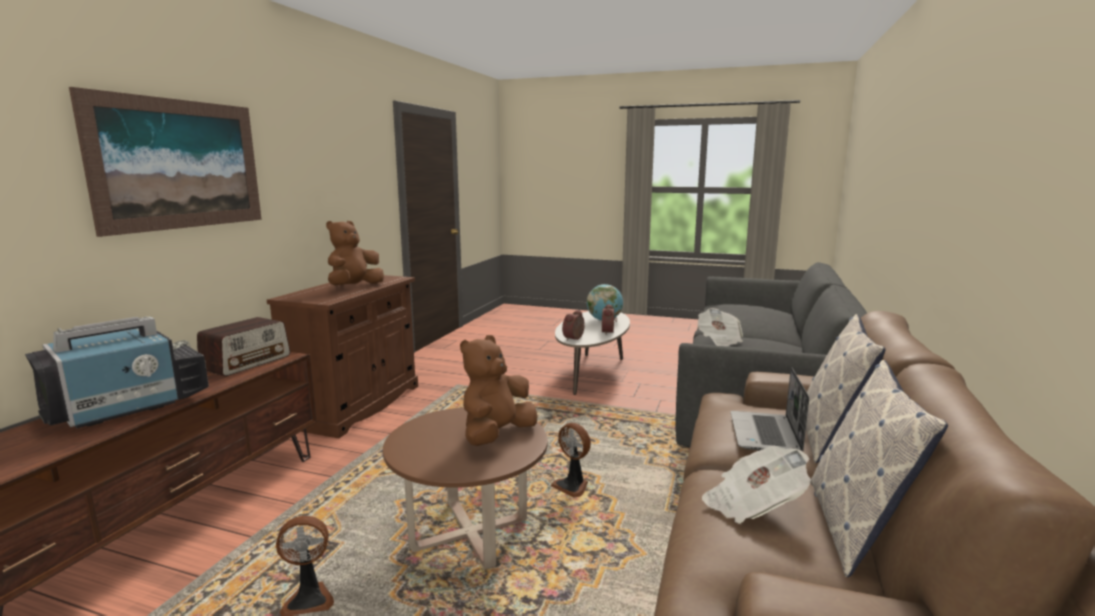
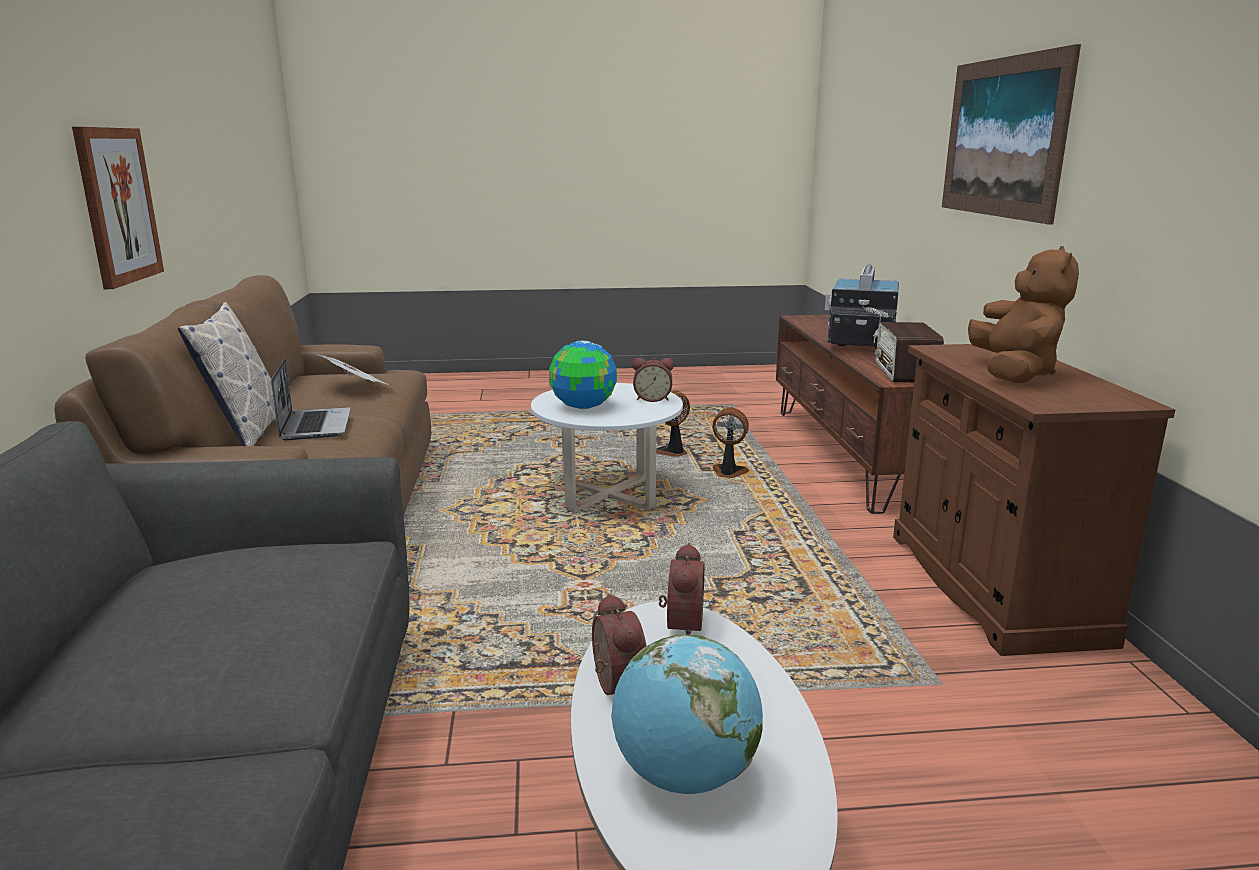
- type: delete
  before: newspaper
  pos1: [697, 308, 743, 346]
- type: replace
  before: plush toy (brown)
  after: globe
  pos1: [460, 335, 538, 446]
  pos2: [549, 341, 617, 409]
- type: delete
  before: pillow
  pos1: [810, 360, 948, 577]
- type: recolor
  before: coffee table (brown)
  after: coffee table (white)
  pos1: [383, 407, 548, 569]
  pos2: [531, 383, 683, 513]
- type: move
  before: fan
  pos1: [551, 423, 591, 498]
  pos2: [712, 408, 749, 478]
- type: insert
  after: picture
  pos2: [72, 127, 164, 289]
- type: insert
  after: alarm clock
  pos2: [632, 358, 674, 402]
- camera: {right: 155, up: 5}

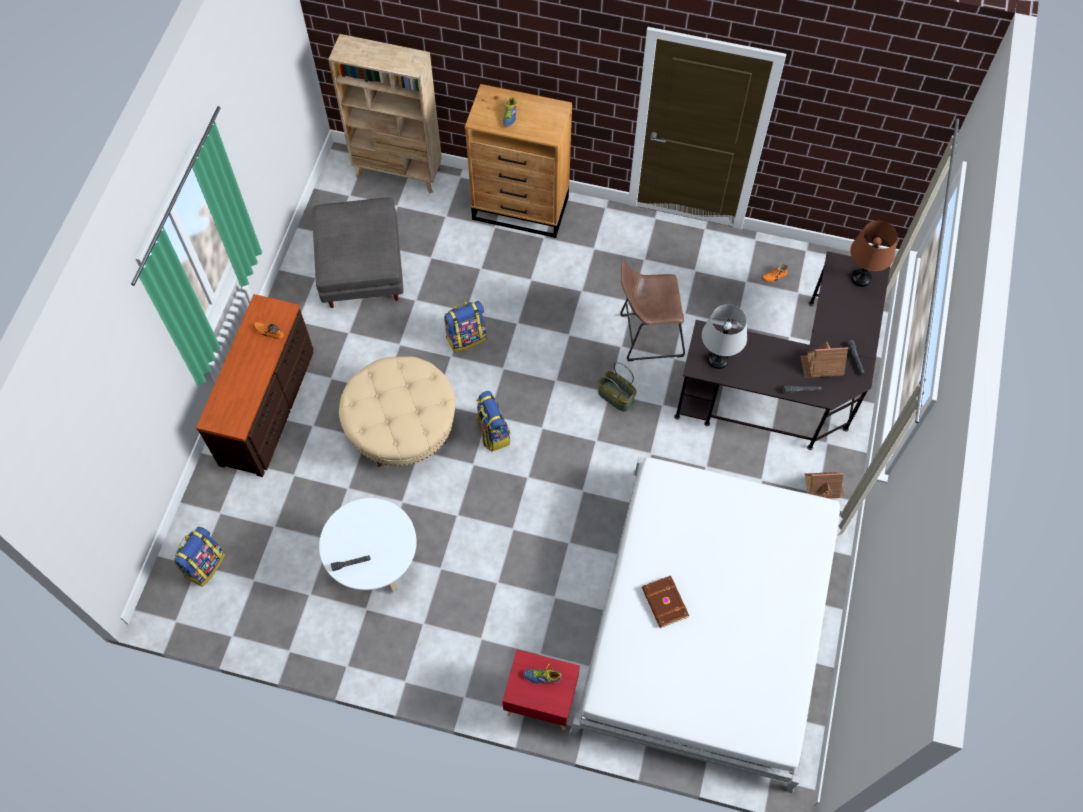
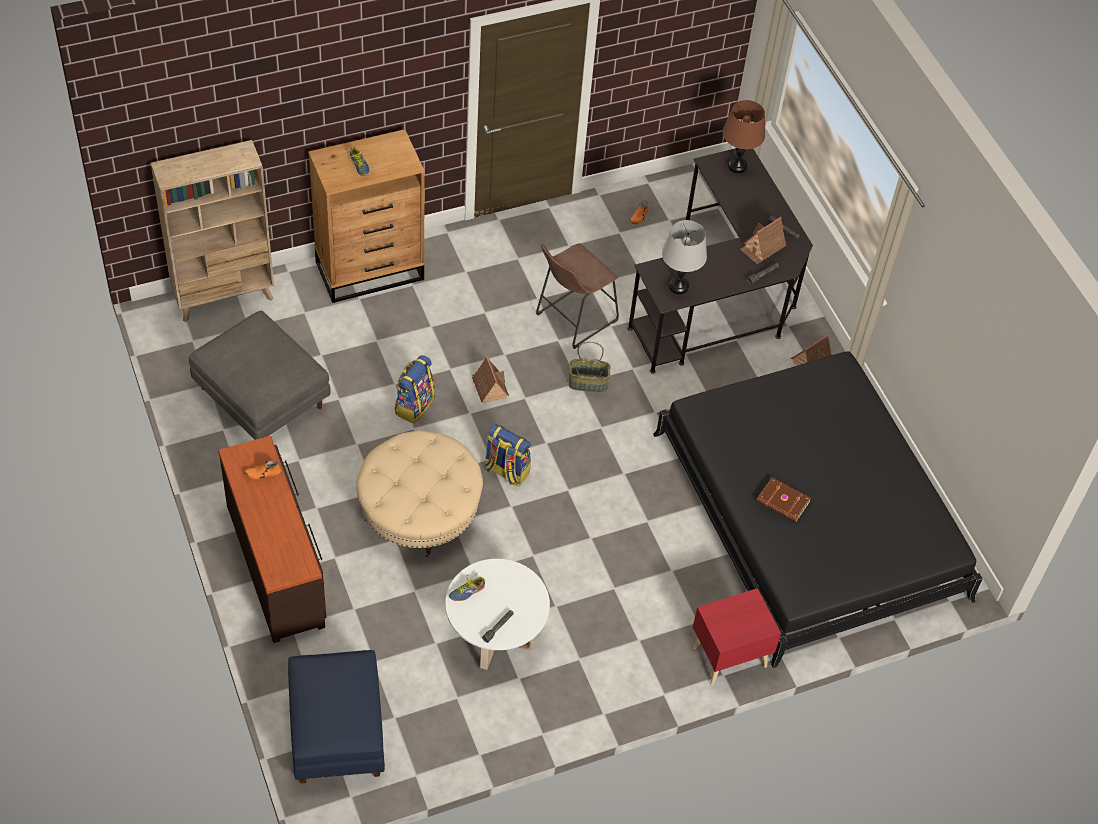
- type: recolor
  before: bed (white)
  after: bed (black)
  pos1: [569, 457, 843, 794]
  pos2: [653, 351, 983, 668]
- type: replace
  before: backpack
  after: ottoman (blue)
  pos1: [174, 527, 226, 587]
  pos2: [288, 650, 385, 783]
- type: move
  before: shoe
  pos1: [523, 664, 562, 684]
  pos2: [449, 575, 485, 601]
- type: insert
  after: toy house
  pos2: [472, 356, 509, 403]
- camera: {right: -40, up: -10}

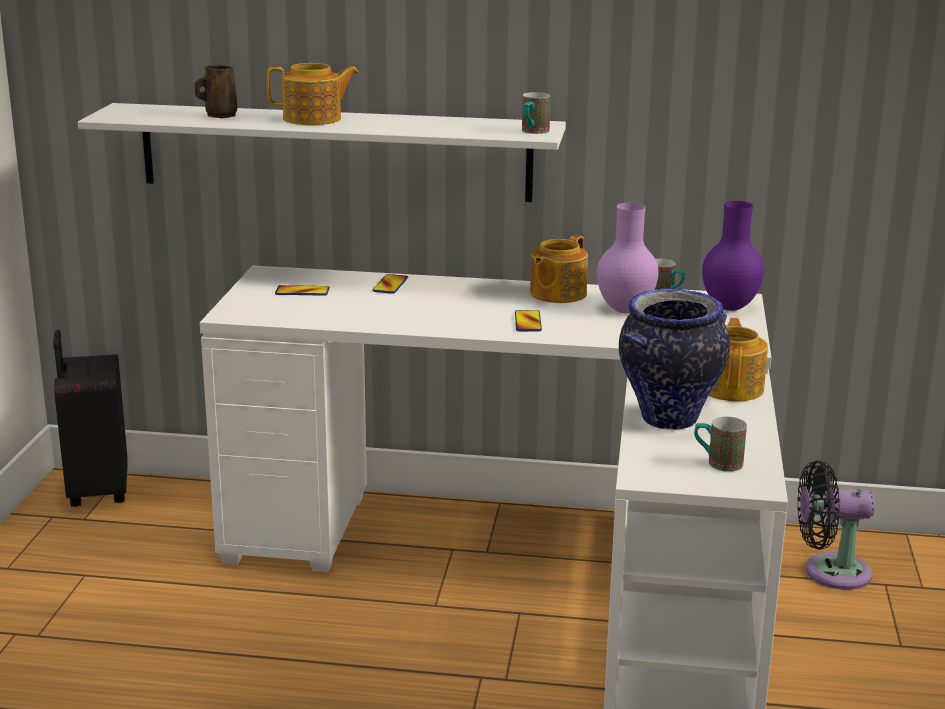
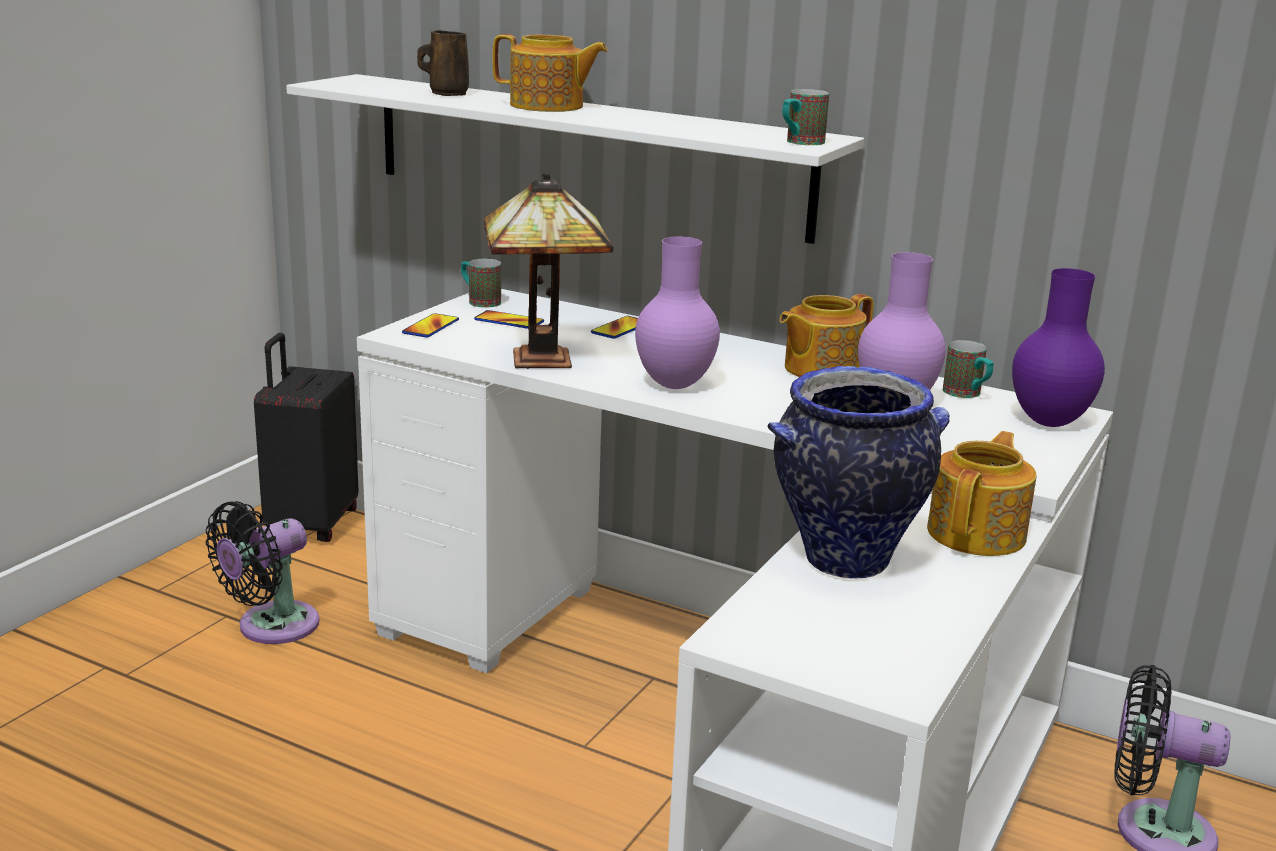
- type: move
  before: phone
  pos1: [515, 310, 542, 332]
  pos2: [402, 313, 459, 338]
- type: move
  before: mug
  pos1: [694, 417, 747, 472]
  pos2: [461, 259, 501, 308]
- type: insert
  after: table lamp
  pos2: [484, 172, 613, 369]
- type: insert
  after: vase (purple)
  pos2: [635, 237, 720, 389]
- type: insert
  after: fan (black)
  pos2: [206, 501, 320, 644]
- camera: {right: 20, up: 0}

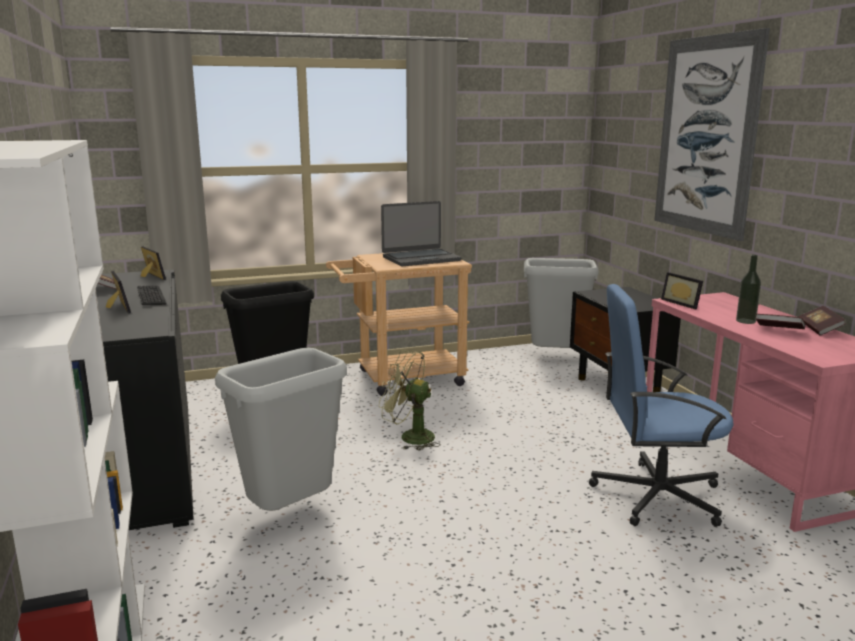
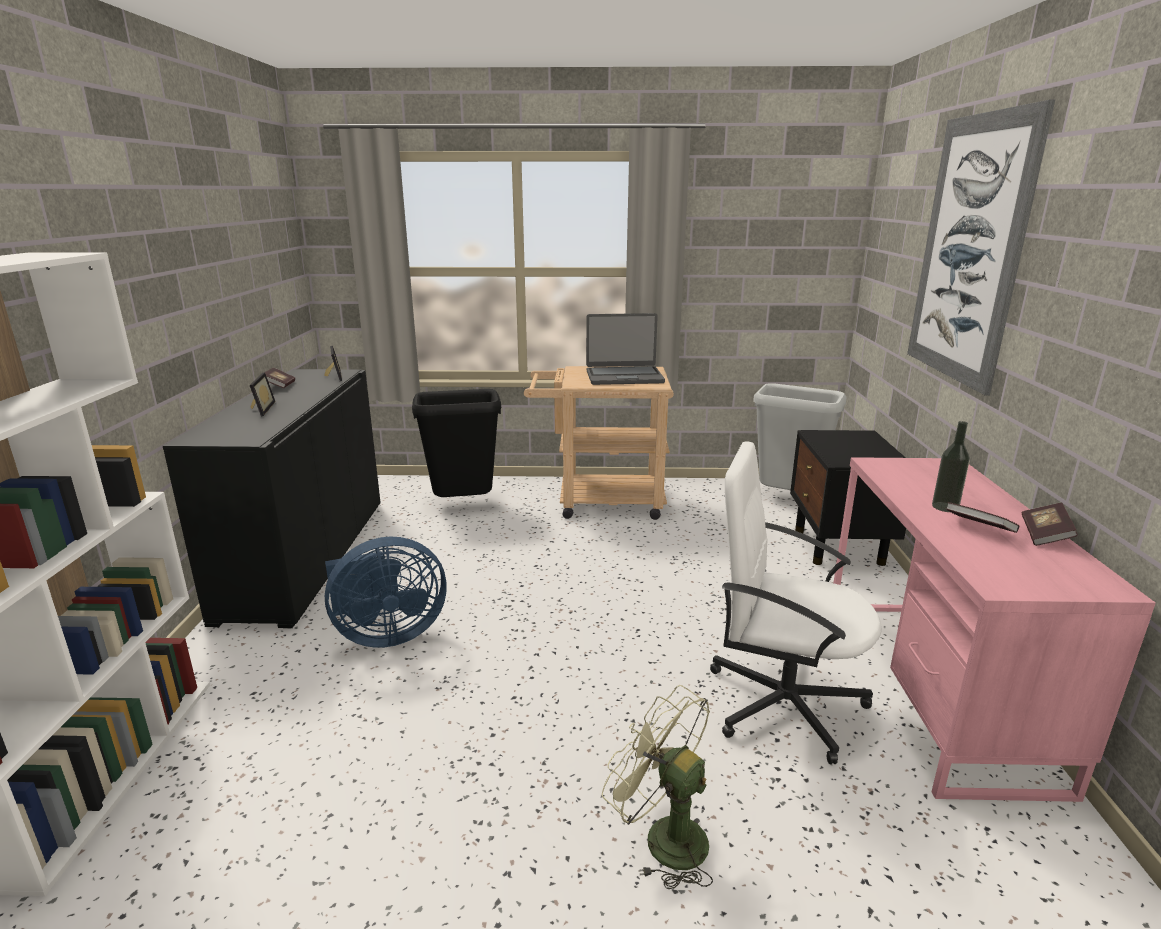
- type: delete
  before: picture frame
  pos1: [661, 272, 703, 310]
- type: recolor
  before: office chair (blue)
  after: office chair (white)
  pos1: [589, 284, 734, 527]
  pos2: [710, 442, 882, 764]
- type: delete
  before: keyboard
  pos1: [137, 286, 167, 305]
- type: replace
  before: trash can (grey)
  after: fan (blue)
  pos1: [215, 348, 347, 511]
  pos2: [325, 536, 447, 648]
- type: move
  before: fan (green)
  pos1: [379, 350, 440, 450]
  pos2: [602, 685, 713, 889]
- camera: {right: 20, up: 5}

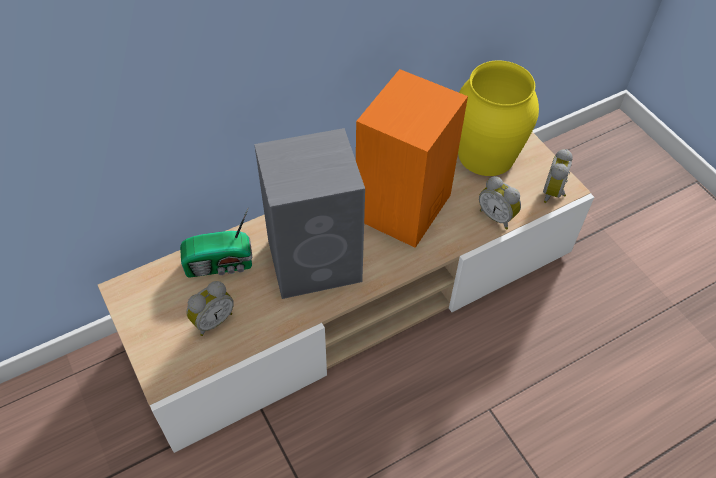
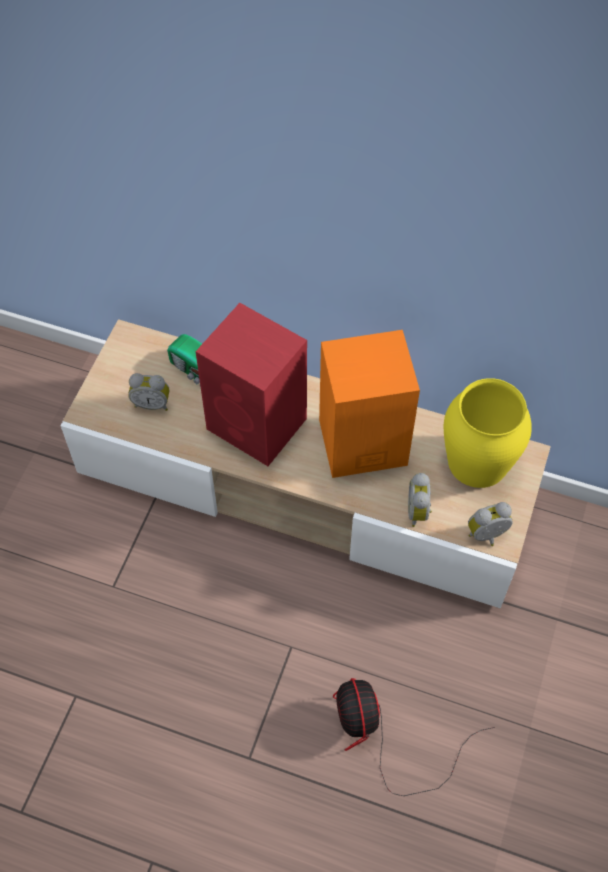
- type: recolor
  before: speaker (grey)
  after: speaker (red)
  pos1: [254, 128, 365, 299]
  pos2: [196, 303, 307, 466]
- type: insert
  after: fan
  pos2: [333, 678, 495, 796]
- camera: {right: 50, up: 5}

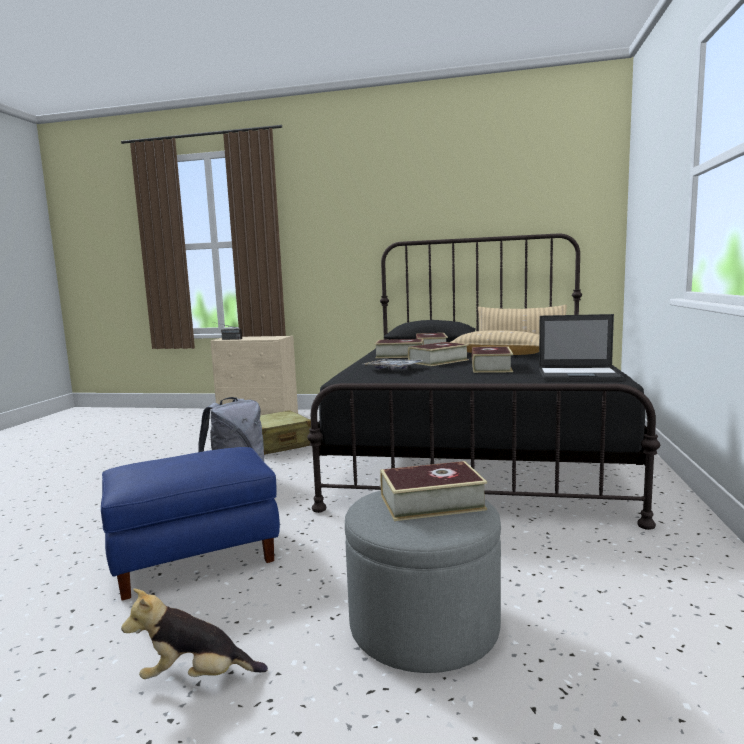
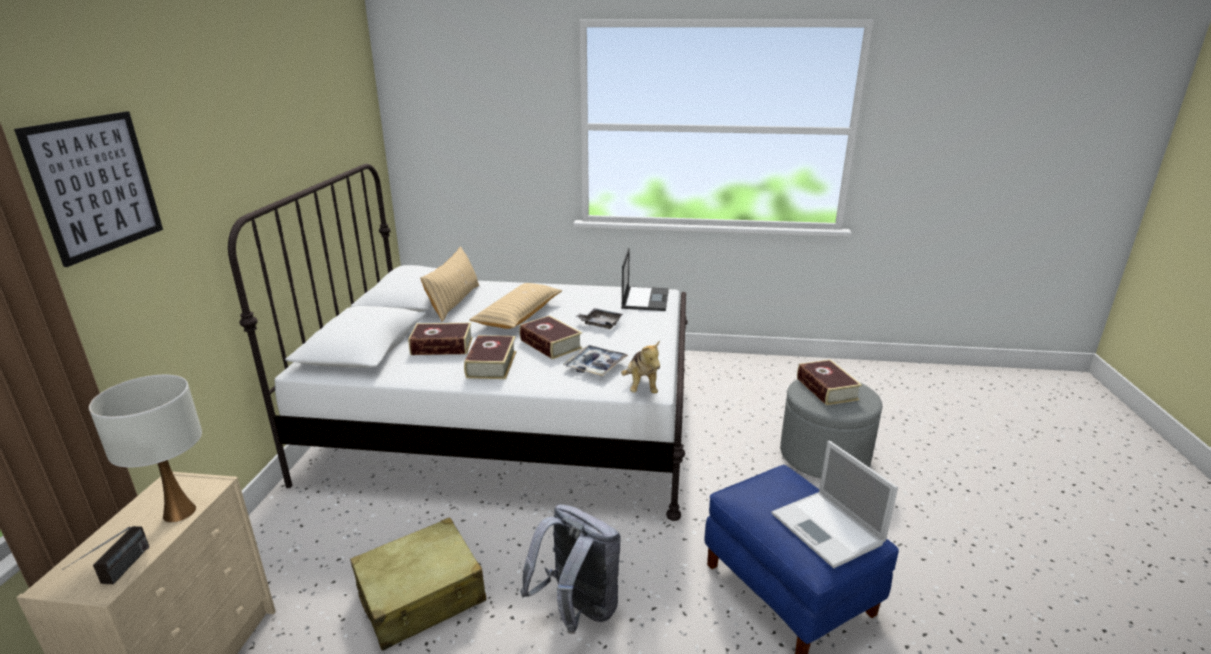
- type: recolor
  before: bed (black)
  after: bed (white)
  pos1: [307, 233, 660, 530]
  pos2: [228, 164, 688, 521]
- type: replace
  before: book
  after: tray (grey)
  pos1: [471, 346, 513, 373]
  pos2: [576, 308, 623, 329]
- type: move
  before: plush toy
  pos1: [121, 589, 268, 679]
  pos2: [621, 340, 660, 393]
- type: insert
  after: picture
  pos2: [14, 111, 163, 267]
- type: insert
  after: table lamp (white)
  pos2: [89, 375, 202, 522]
- type: insert
  after: laptop
  pos2: [772, 441, 898, 568]
- camera: {right: -95, up: 15}

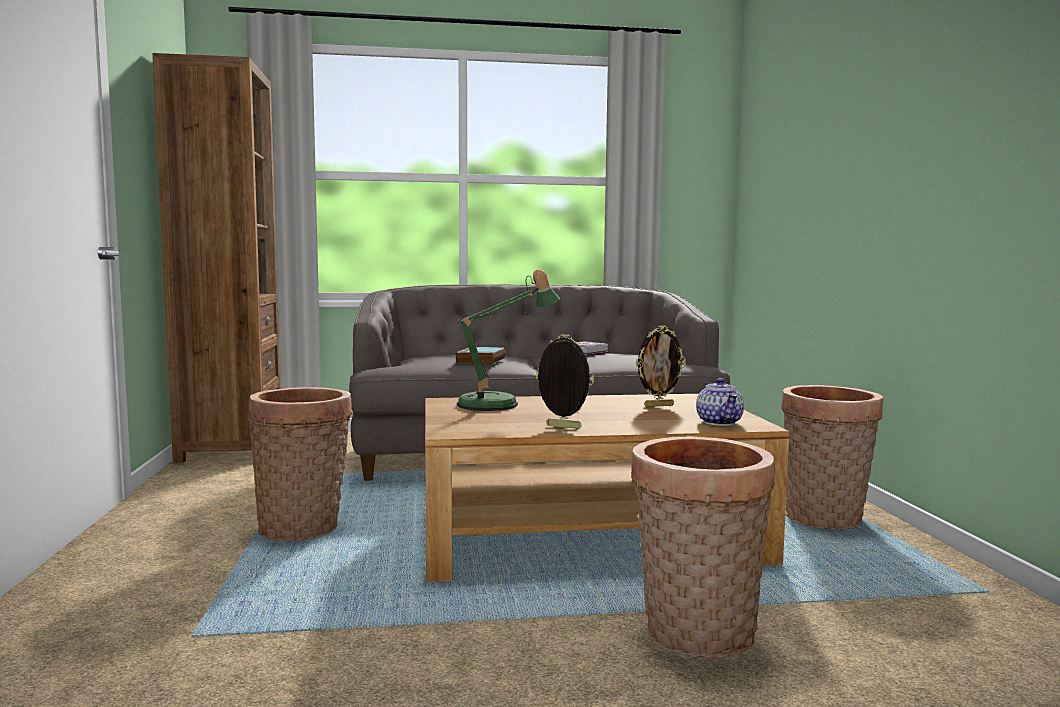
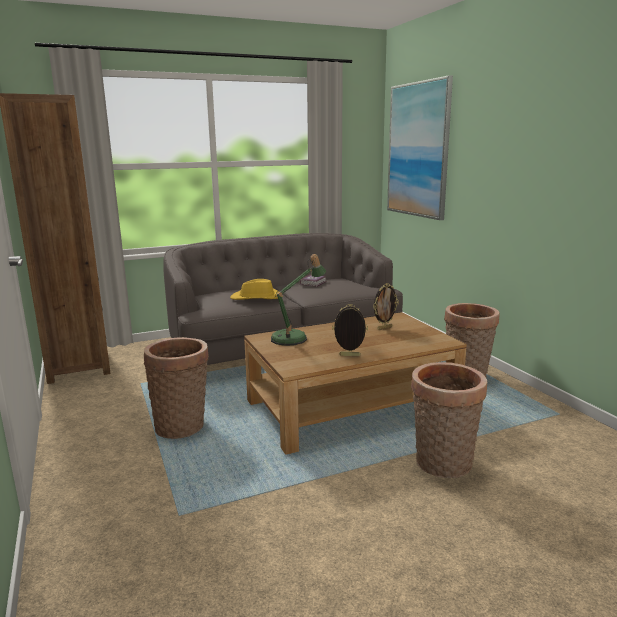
- type: replace
  before: book
  after: hat (yellow)
  pos1: [456, 347, 506, 364]
  pos2: [230, 279, 283, 300]
- type: delete
  before: teapot
  pos1: [696, 378, 744, 426]
- type: insert
  after: picture
  pos2: [387, 75, 453, 220]
- camera: {right: -15, up: 10}

